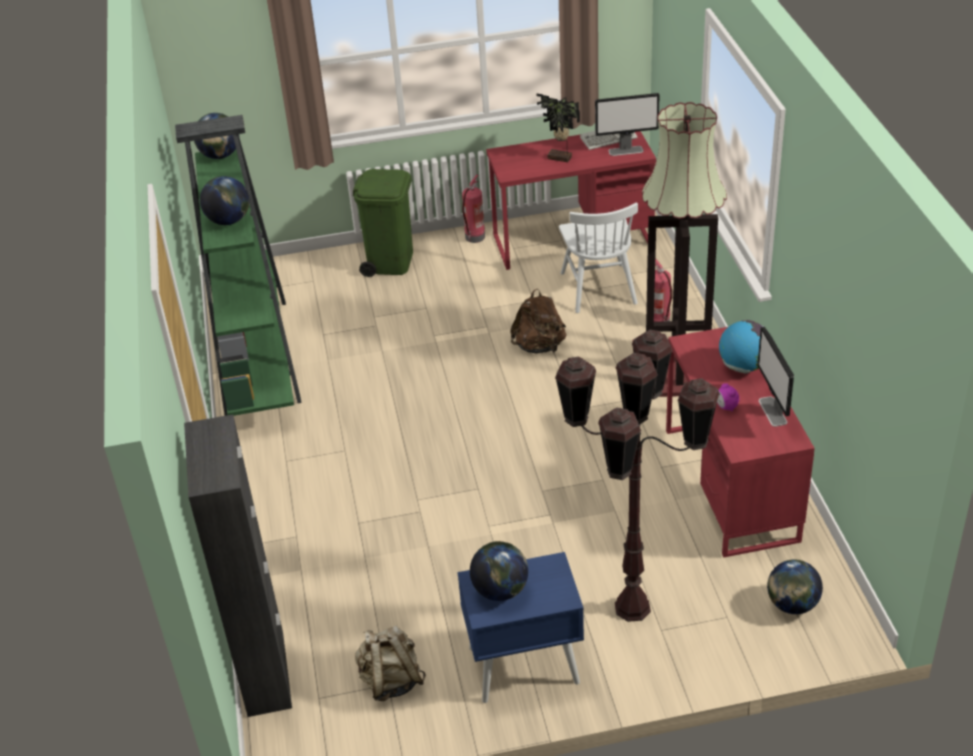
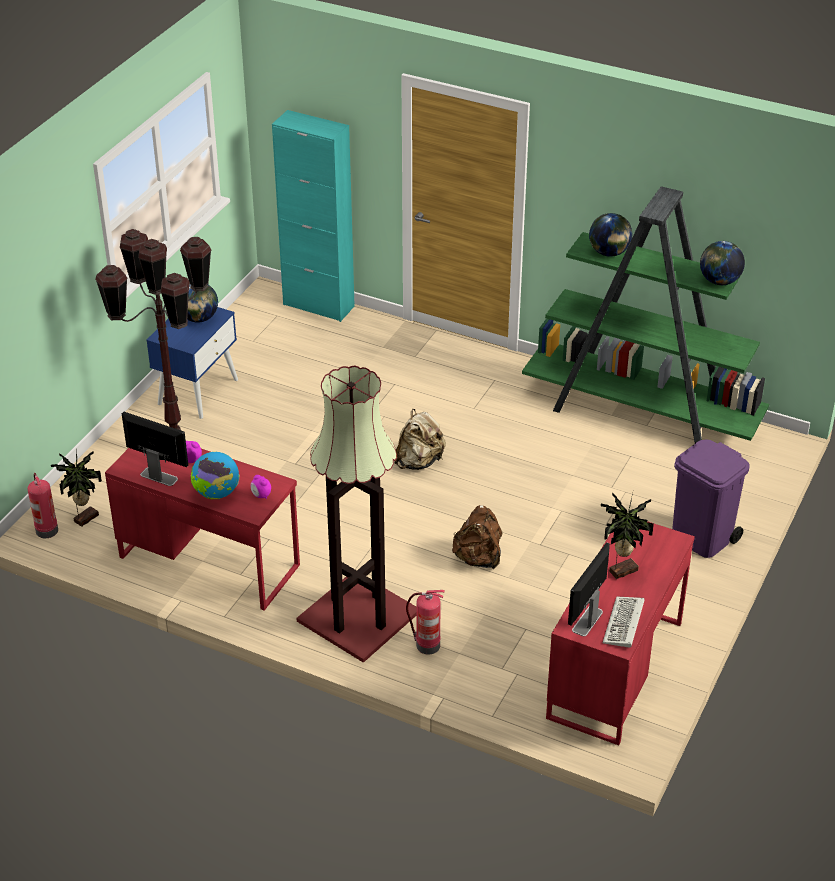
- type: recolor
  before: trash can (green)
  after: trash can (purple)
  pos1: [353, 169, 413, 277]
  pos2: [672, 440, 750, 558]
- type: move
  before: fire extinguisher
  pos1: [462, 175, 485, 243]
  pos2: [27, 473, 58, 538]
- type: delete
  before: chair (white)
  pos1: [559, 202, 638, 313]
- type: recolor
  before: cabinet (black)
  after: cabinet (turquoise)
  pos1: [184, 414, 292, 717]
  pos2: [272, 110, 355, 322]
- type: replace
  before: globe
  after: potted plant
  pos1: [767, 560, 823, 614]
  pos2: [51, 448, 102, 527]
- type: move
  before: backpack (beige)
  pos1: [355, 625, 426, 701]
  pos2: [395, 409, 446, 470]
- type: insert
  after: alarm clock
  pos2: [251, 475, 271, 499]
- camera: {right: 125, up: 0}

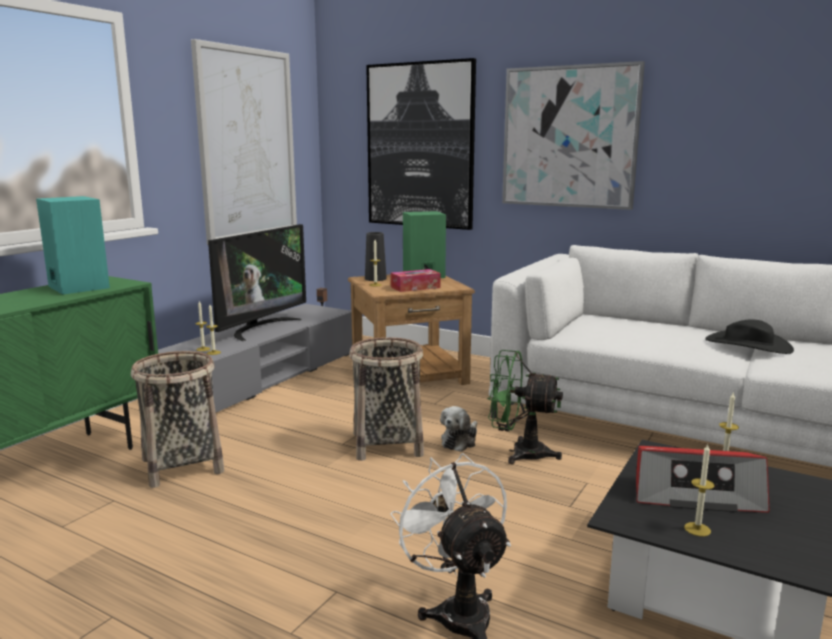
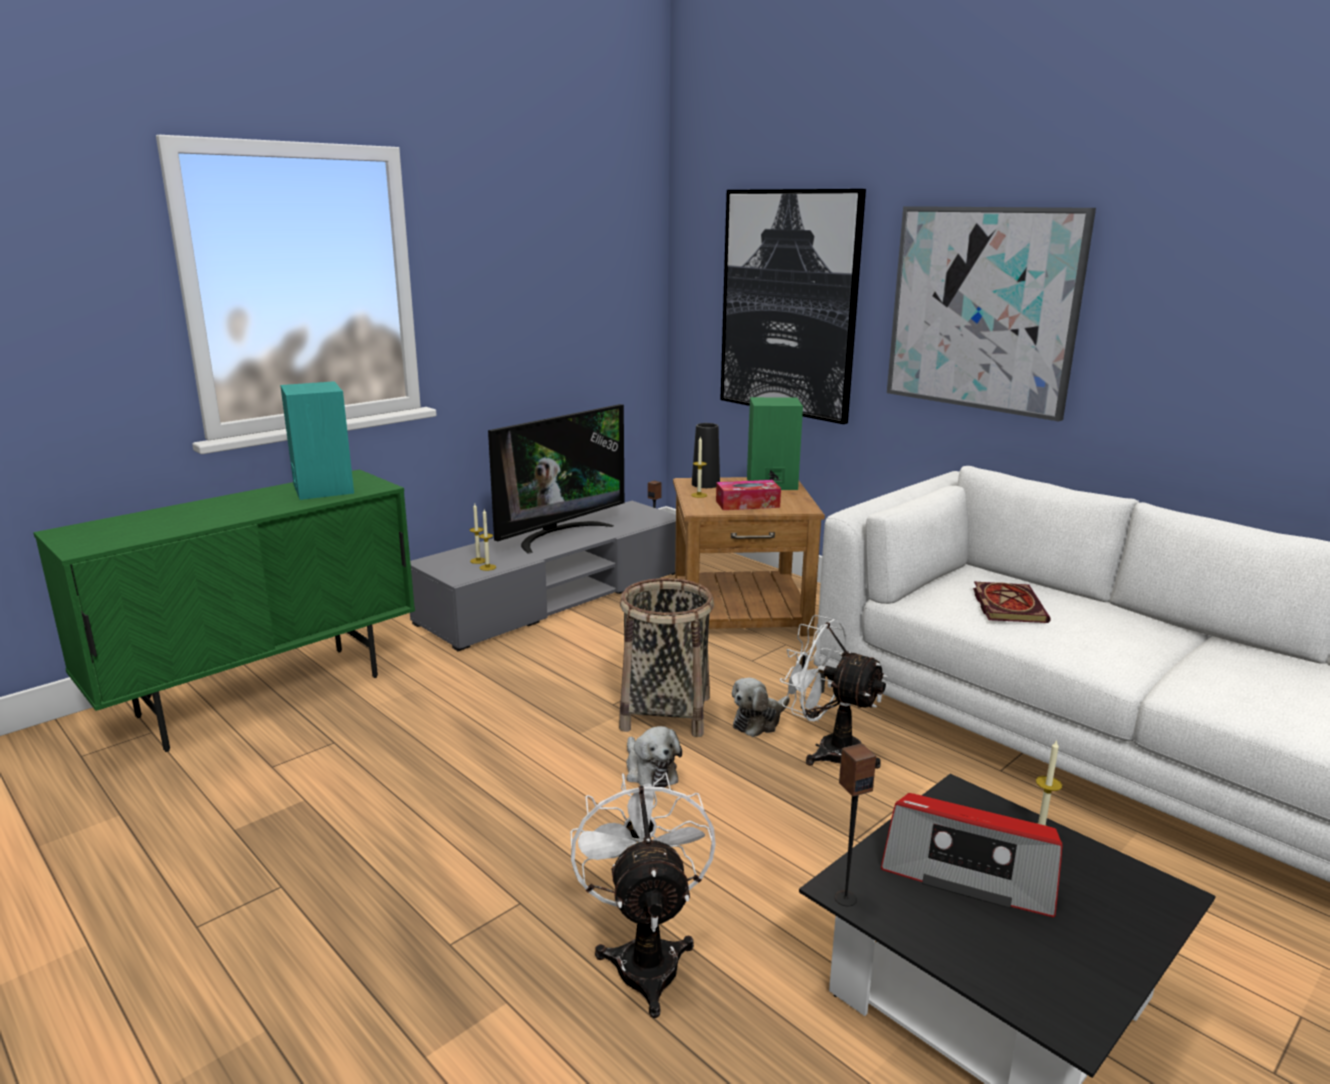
- type: delete
  before: picture
  pos1: [191, 39, 297, 245]
- type: delete
  before: hat (black)
  pos1: [705, 319, 794, 354]
- type: recolor
  before: fan (green)
  after: fan (white)
  pos1: [488, 350, 563, 464]
  pos2: [780, 615, 887, 769]
- type: delete
  before: basket
  pos1: [131, 351, 224, 488]
- type: delete
  before: candle
  pos1: [684, 444, 715, 536]
- type: insert
  after: book
  pos2: [973, 581, 1051, 623]
- type: insert
  after: plush toy
  pos2: [626, 726, 682, 788]
- type: insert
  after: speaker
  pos2: [835, 743, 876, 906]
- camera: {right: 15, up: 5}

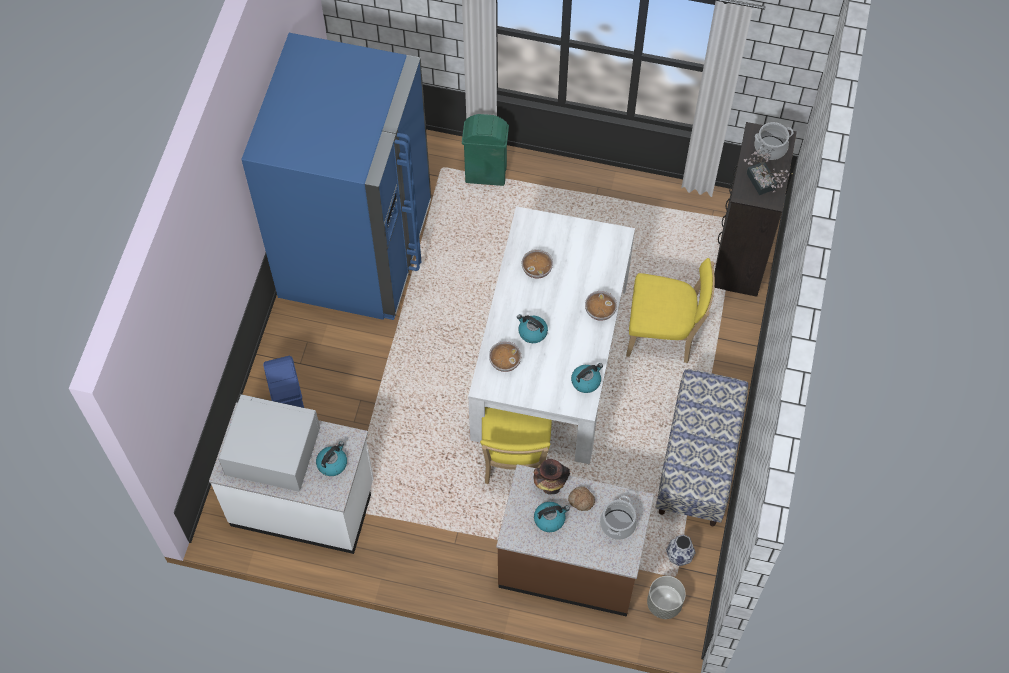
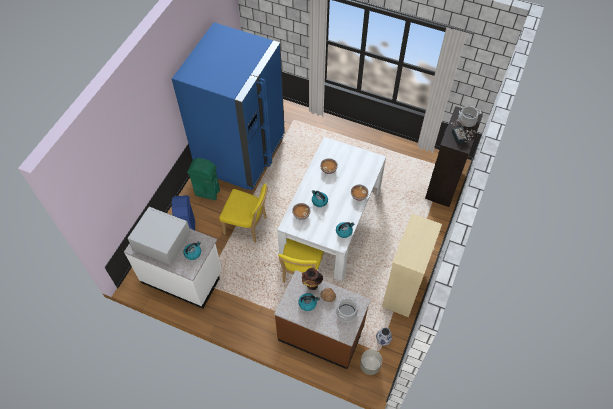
- type: move
  before: trash can (green)
  pos1: [462, 114, 509, 186]
  pos2: [187, 158, 220, 200]
- type: move
  before: chair (yellow)
  pos1: [626, 258, 715, 363]
  pos2: [219, 184, 268, 243]
- type: replace
  before: bench
  after: dresser (beige)
  pos1: [655, 369, 748, 526]
  pos2: [382, 214, 442, 317]
- camera: {right: 10, up: -5}

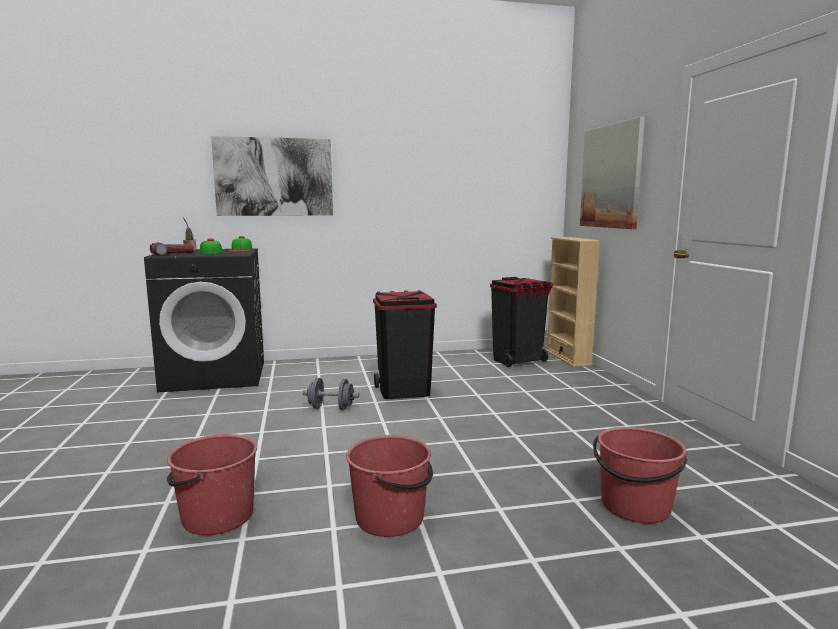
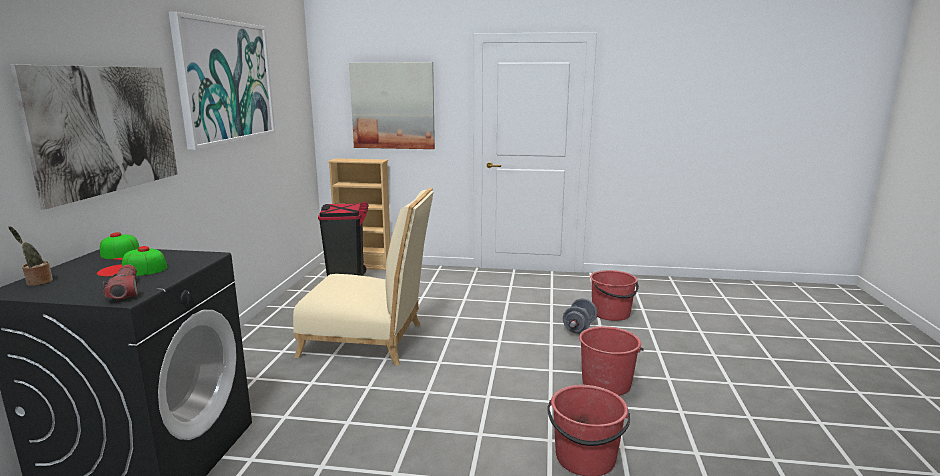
- type: replace
  before: trash can (black)
  after: chair (beige)
  pos1: [373, 290, 437, 399]
  pos2: [293, 188, 434, 366]
- type: move
  before: dumbbell (grey)
  pos1: [303, 378, 359, 410]
  pos2: [563, 298, 597, 334]
- type: insert
  after: picture
  pos2: [169, 12, 275, 150]
- camera: {right: -70, up: 5}

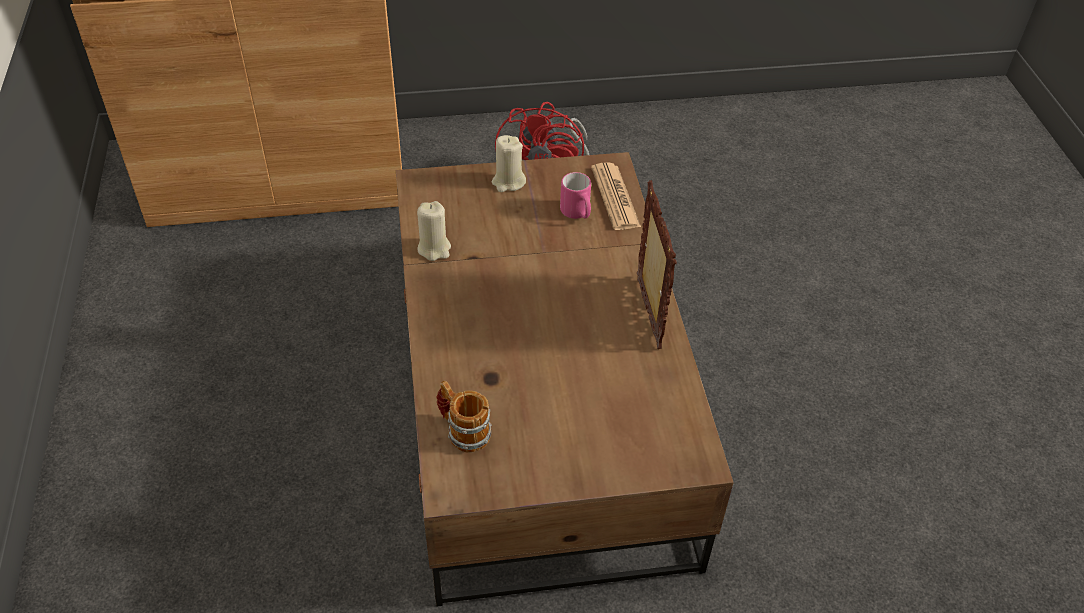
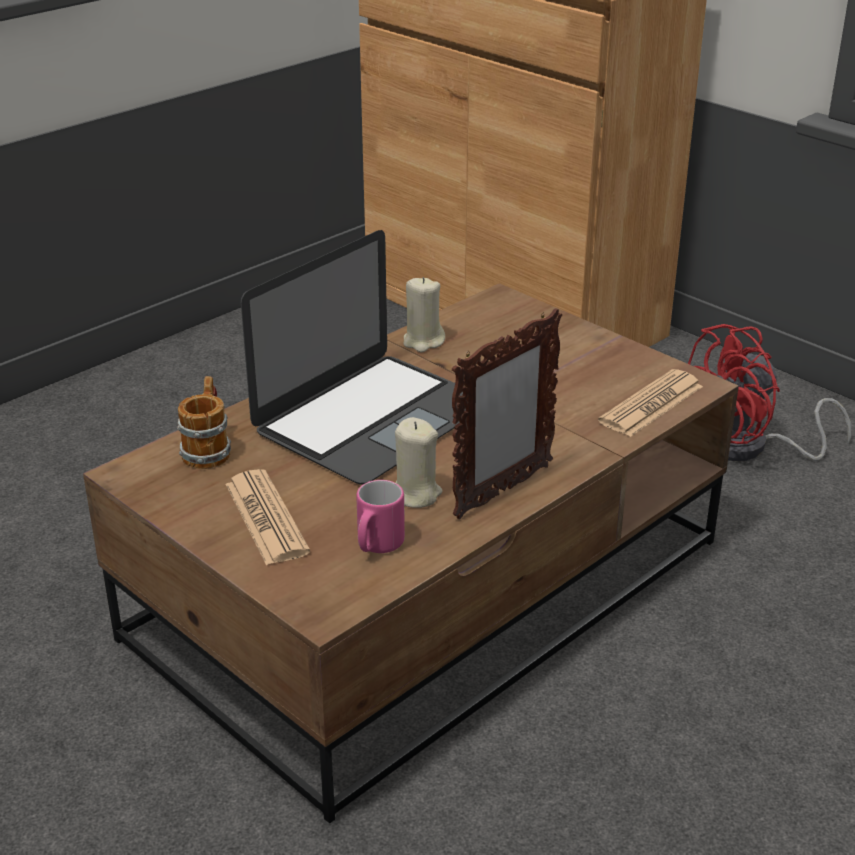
- type: move
  before: candle (beige)
  pos1: [492, 135, 526, 192]
  pos2: [395, 417, 443, 508]
- type: move
  before: mug (pink)
  pos1: [560, 172, 591, 219]
  pos2: [356, 480, 405, 553]
- type: insert
  after: laptop
  pos2: [241, 230, 466, 485]
- type: insert
  after: newspaper
  pos2: [225, 469, 310, 565]
- camera: {right: 55, up: -15}

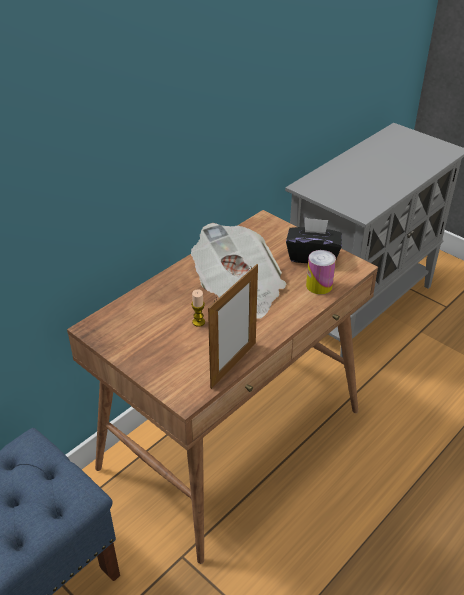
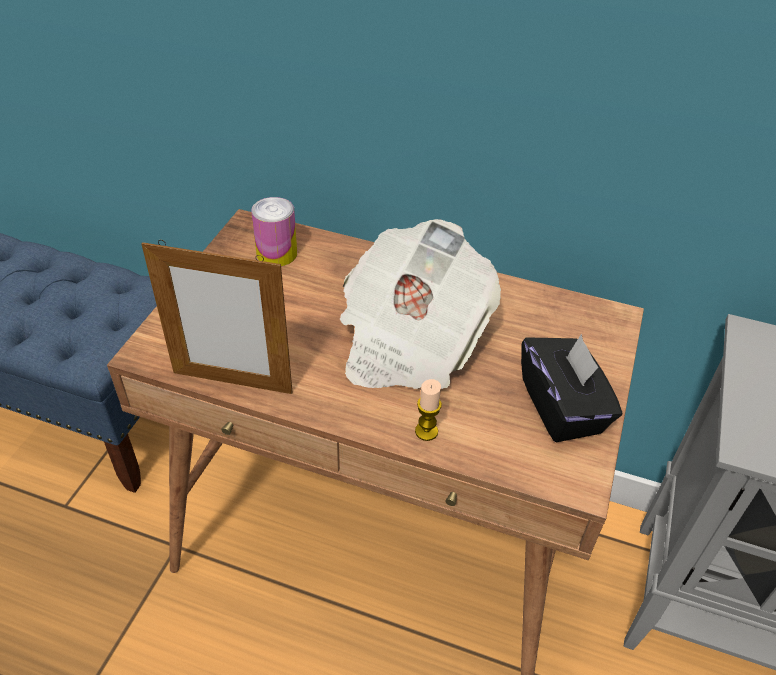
- type: move
  before: can
  pos1: [306, 250, 336, 294]
  pos2: [251, 197, 297, 266]
- type: move
  before: candle
  pos1: [191, 289, 205, 327]
  pos2: [415, 379, 442, 441]
- camera: {right: 65, up: 5}

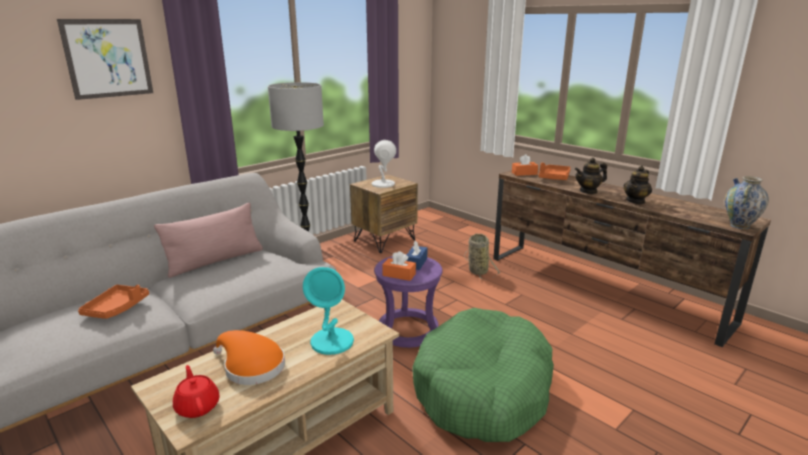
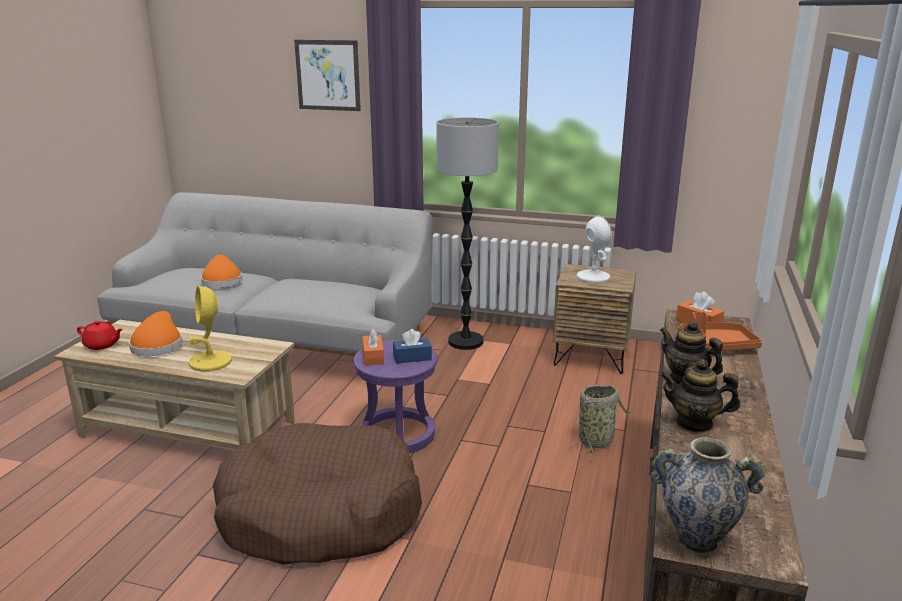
- type: delete
  before: pillow (pink)
  pos1: [154, 202, 263, 278]
- type: recolor
  before: table lamp (turquoise)
  after: table lamp (yellow)
  pos1: [303, 267, 354, 355]
  pos2: [189, 285, 232, 372]
- type: replace
  before: tray (orange)
  after: hat (orange)
  pos1: [78, 285, 149, 319]
  pos2: [201, 255, 242, 288]
- type: recolor
  before: dog bed (green)
  after: dog bed (brown)
  pos1: [412, 308, 554, 442]
  pos2: [213, 423, 422, 565]
- type: rotate
  before: teapot (red)
  pos1: [173, 365, 220, 418]
  pos2: [77, 321, 123, 350]
  turn: 75
- camera: {right: 60, up: 0}

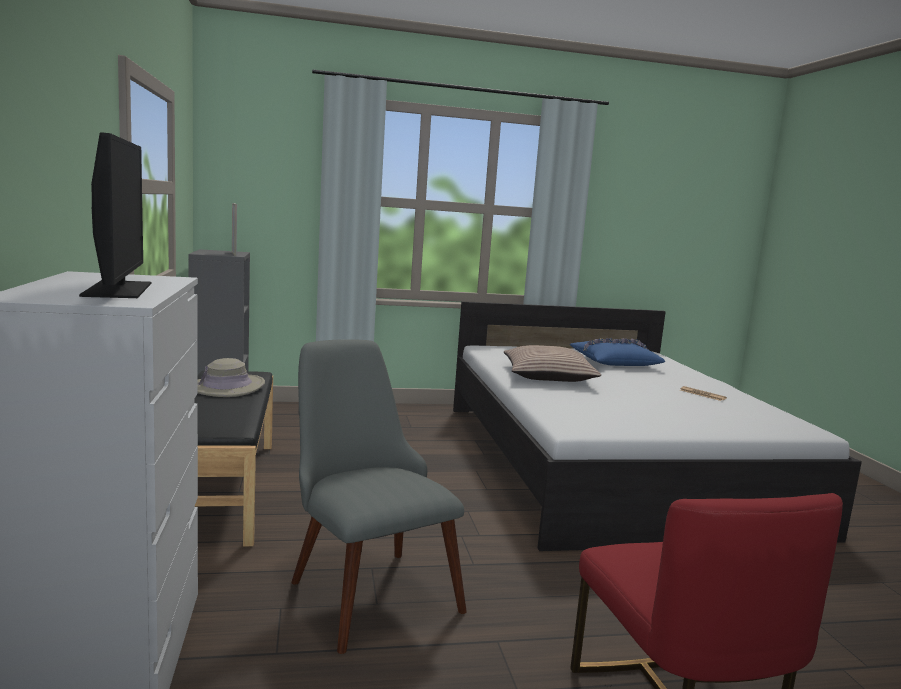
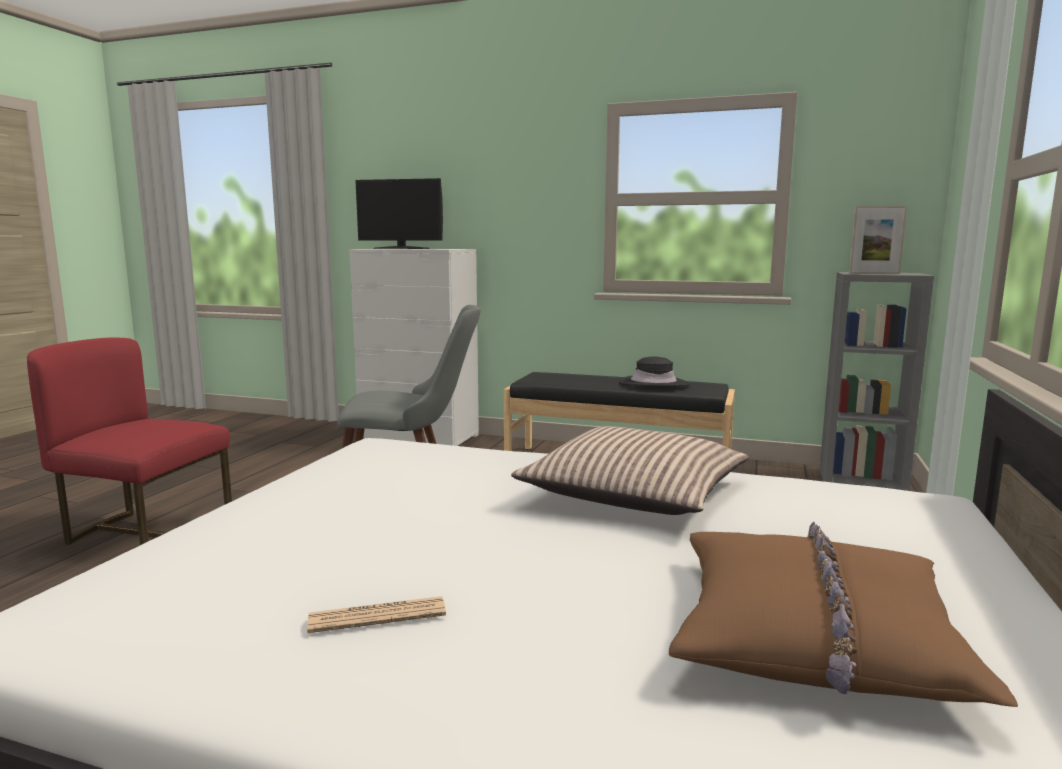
- type: recolor
  before: pillow (blue)
  after: pillow (brown)
  pos1: [570, 338, 665, 366]
  pos2: [669, 522, 1018, 707]
- type: recolor
  before: hat (beige)
  after: hat (black)
  pos1: [198, 358, 265, 397]
  pos2: [619, 357, 690, 387]
- camera: {right: 120, up: 0}

